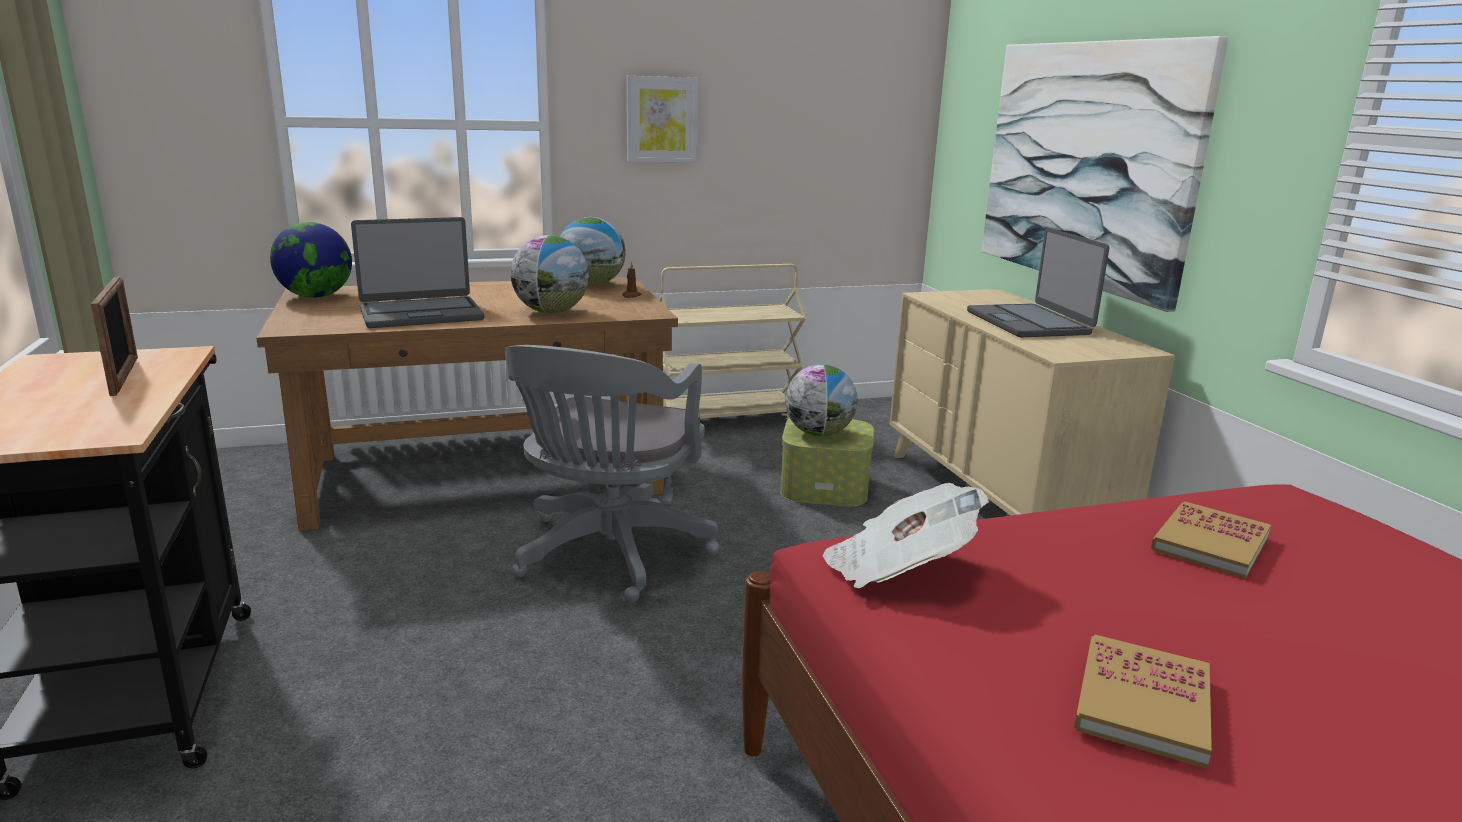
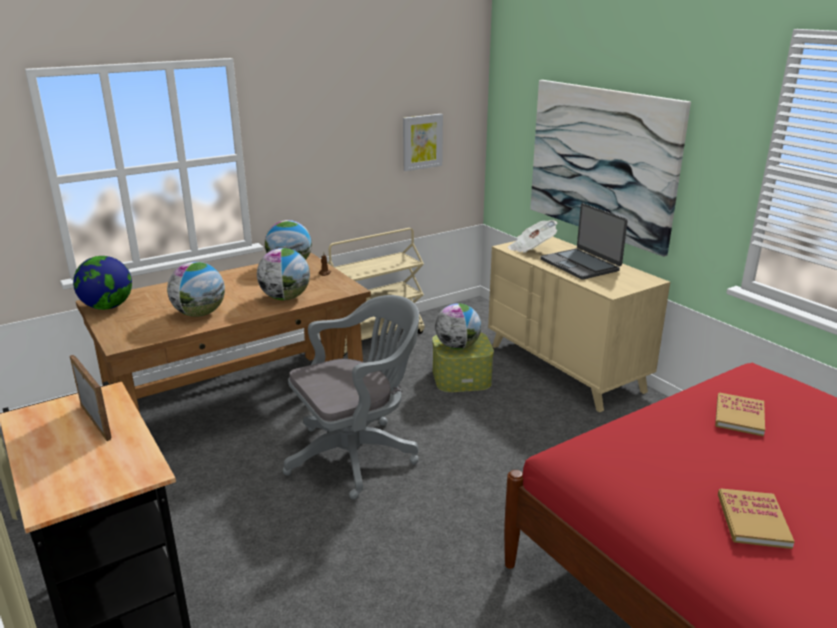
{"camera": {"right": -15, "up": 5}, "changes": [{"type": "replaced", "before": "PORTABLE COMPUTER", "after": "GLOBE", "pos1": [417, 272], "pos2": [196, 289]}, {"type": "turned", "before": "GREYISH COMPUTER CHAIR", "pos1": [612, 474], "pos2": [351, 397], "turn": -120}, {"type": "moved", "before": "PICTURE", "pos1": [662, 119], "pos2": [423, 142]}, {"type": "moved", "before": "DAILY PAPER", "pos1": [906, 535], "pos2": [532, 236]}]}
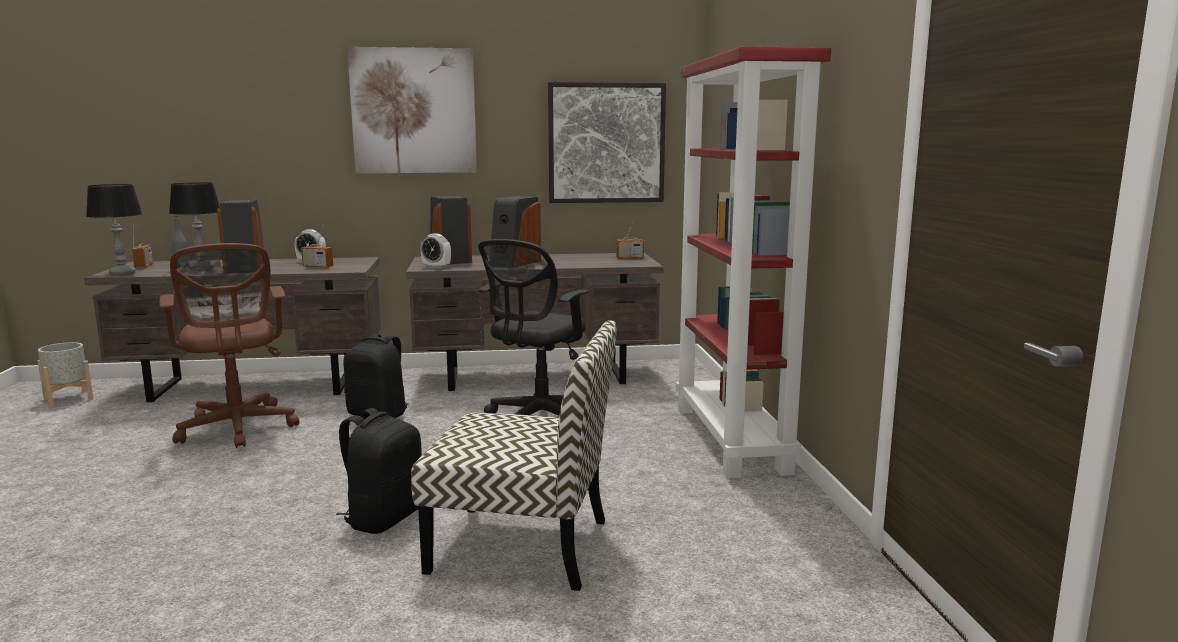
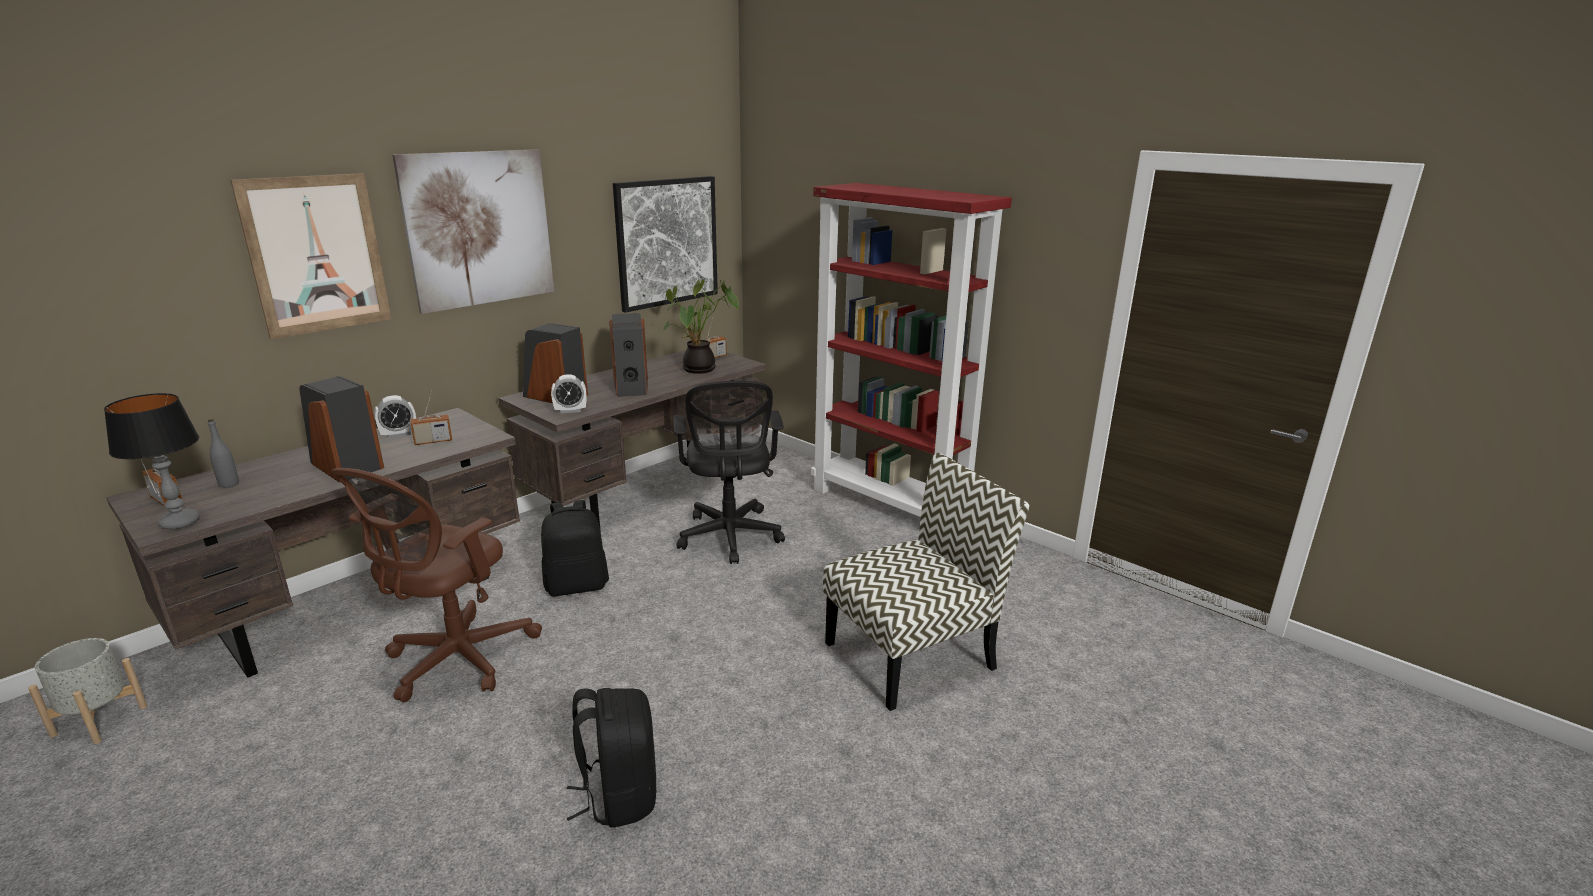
{"camera": {"right": -40, "up": 10}, "changes": [{"type": "turned", "before": "BROWNISH COMPUTER CHAIR", "pos1": [229, 345], "pos2": [436, 585], "turn": 90}, {"type": "removed", "before": "TABLE LAMP", "pos1": [194, 226]}, {"type": "moved", "before": "BLACKISH RUCKSACK", "pos1": [379, 471], "pos2": [612, 758]}, {"type": "added", "after": "PICTURE", "pos2": [310, 256]}, {"type": "added", "after": "POTTED PLANT", "pos2": [701, 326]}]}
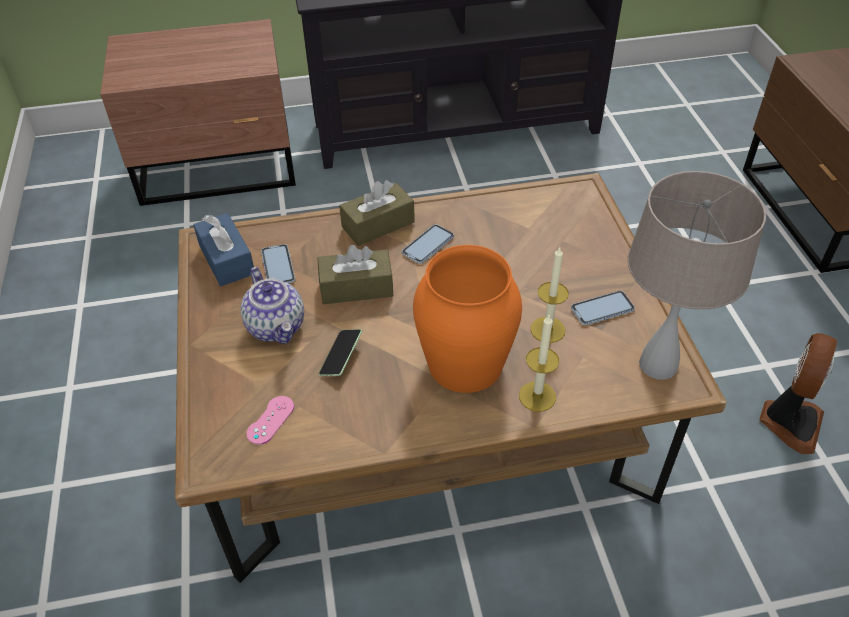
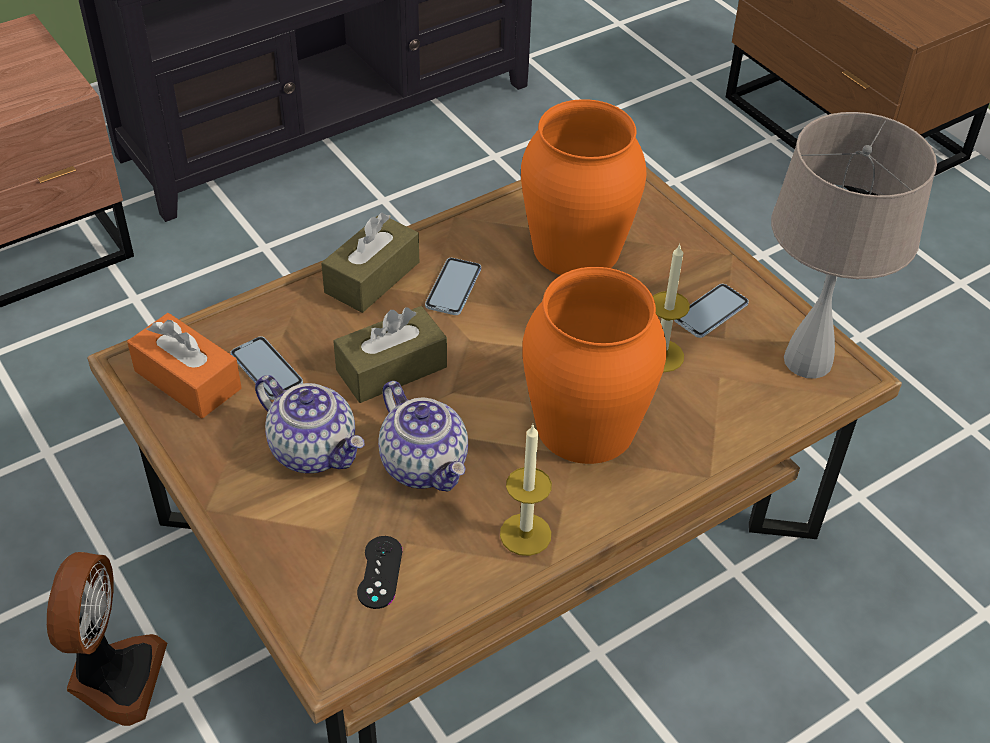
{"camera": {"right": -25, "up": 0}, "changes": [{"type": "recoloured", "before": "BLUISH TISSUE BOX", "after": "ORANGEY TISSUE BOX", "pos1": [223, 249], "pos2": [184, 365]}, {"type": "recoloured", "before": "PINKISH GAMEPAD", "after": "BLACKISH GAMEPAD", "pos1": [270, 420], "pos2": [379, 572]}, {"type": "replaced", "before": "PHONE", "after": "POT FOR TEA", "pos1": [340, 352], "pos2": [423, 436]}, {"type": "moved", "before": "CANDLE", "pos1": [539, 363], "pos2": [526, 490]}, {"type": "moved", "before": "ELECTRIC FAN", "pos1": [798, 393], "pos2": [107, 639]}, {"type": "added", "after": "ORANGEY DECORATIVE VASE", "pos2": [583, 187]}]}
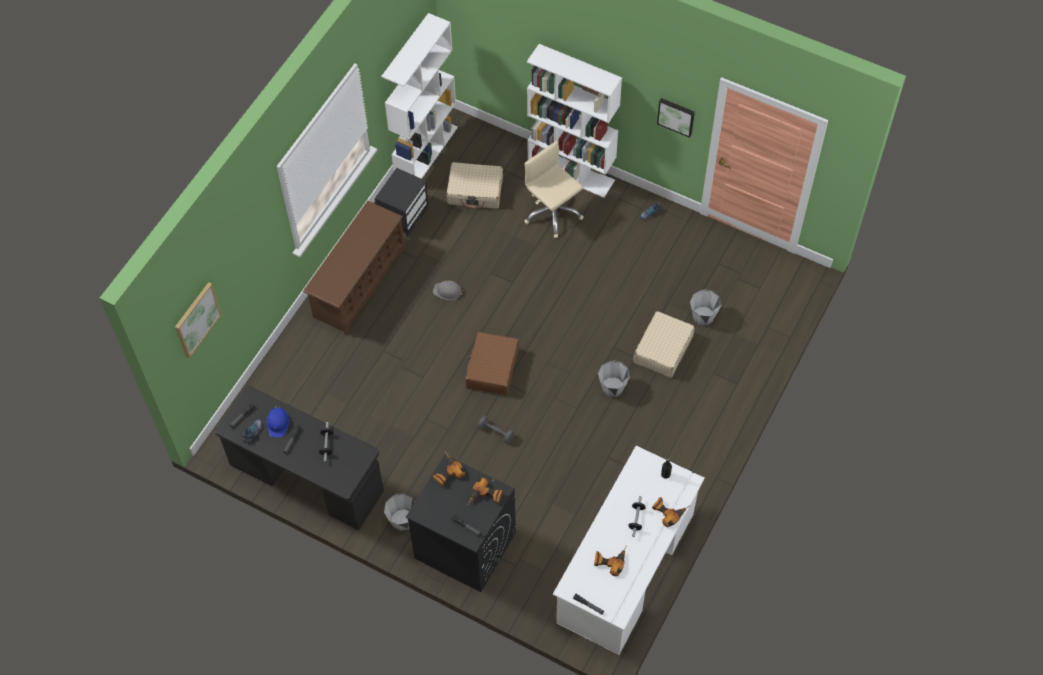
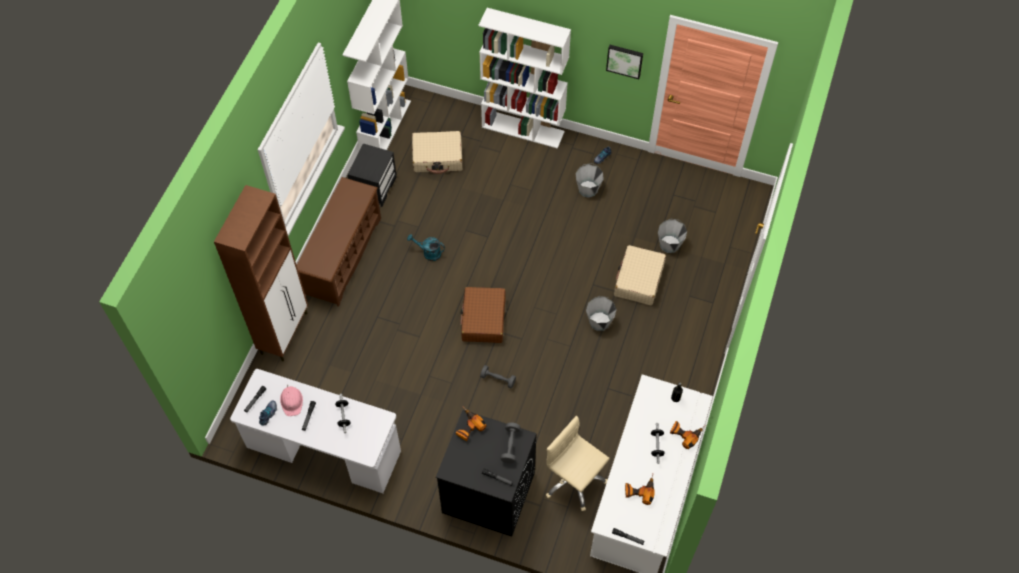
{"camera": {"right": -10, "up": 0}, "changes": [{"type": "removed", "before": "PICTURE", "pos1": [198, 320]}, {"type": "recoloured", "before": "BLACKISH DESK UNIT", "after": "WHITISH DESK UNIT", "pos1": [299, 458], "pos2": [315, 431]}, {"type": "recoloured", "before": "BLUISH SAFETY HELMET", "after": "PINKISH SAFETY HELMET", "pos1": [278, 422], "pos2": [291, 400]}, {"type": "moved", "before": "GREYISH WATER BUCKET", "pos1": [399, 512], "pos2": [590, 180]}, {"type": "replaced", "before": "GREYISH SAFETY HELMET", "after": "BLUE-GREEN SPRINKLING CAN", "pos1": [448, 290], "pos2": [426, 247]}, {"type": "replaced", "before": "ELECTRIC DRILL", "after": "GREYISH FREE WEIGHT", "pos1": [484, 492], "pos2": [510, 442]}, {"type": "moved", "before": "BEIGE COMPUTER CHAIR", "pos1": [554, 189], "pos2": [578, 463]}, {"type": "added", "after": "BROWNISH CABINET", "pos2": [261, 273]}]}
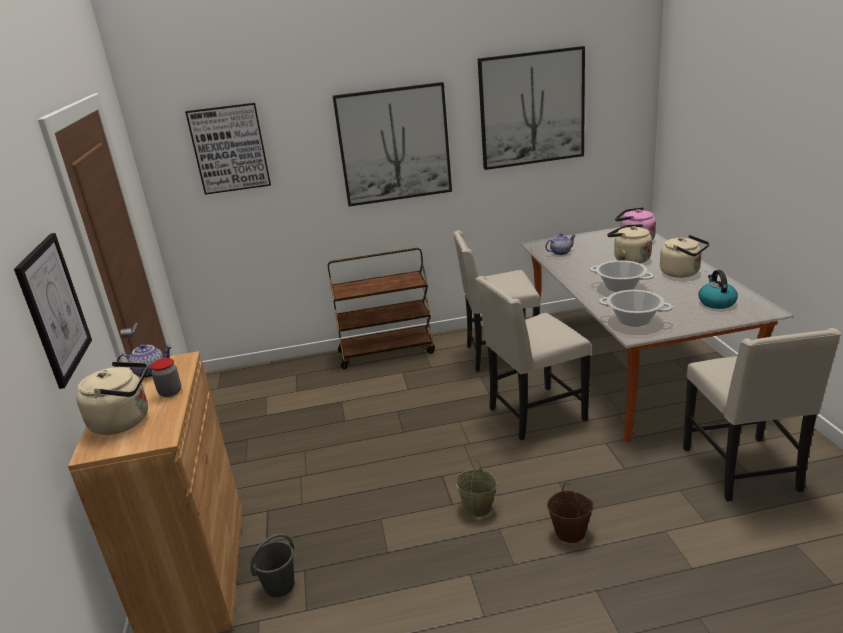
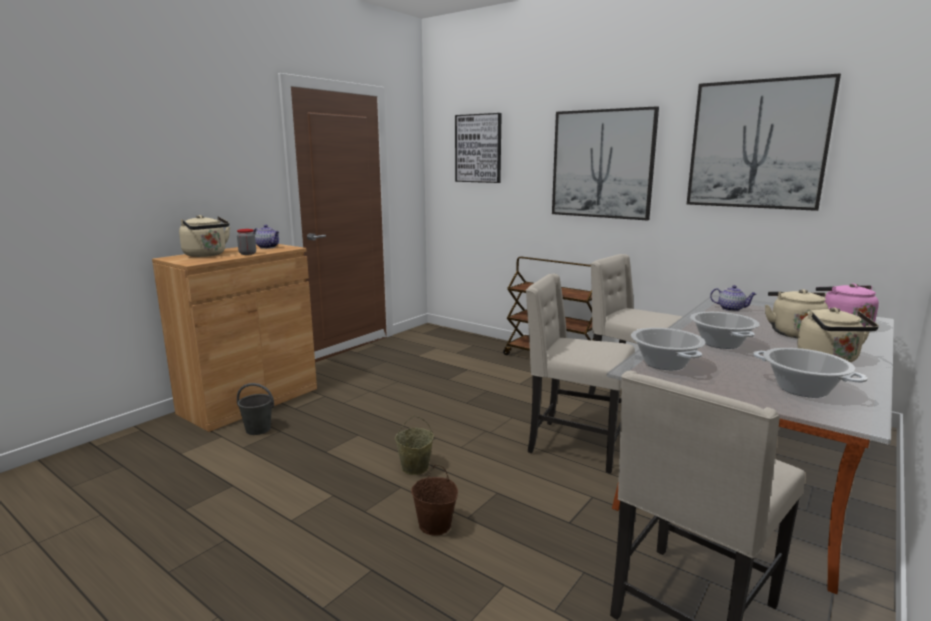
{"camera": {"right": 45, "up": -10}, "changes": [{"type": "removed", "before": "PICTURE", "pos1": [53, 311]}, {"type": "replaced", "before": "TEA KETTLE", "after": "STOCKPOT", "pos1": [718, 289], "pos2": [810, 373]}]}
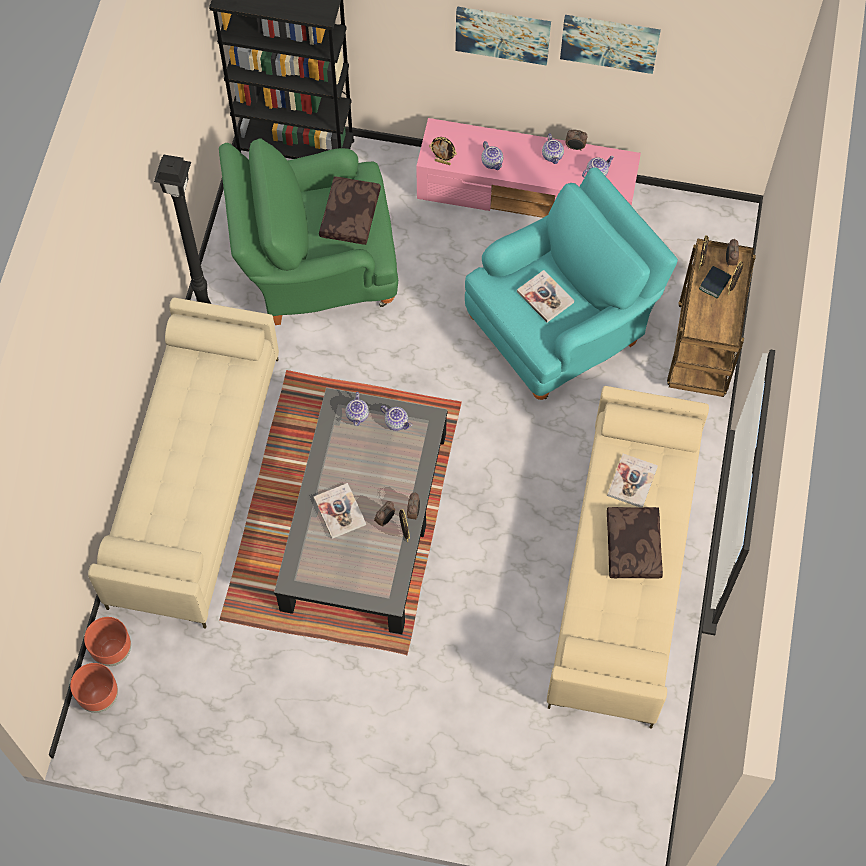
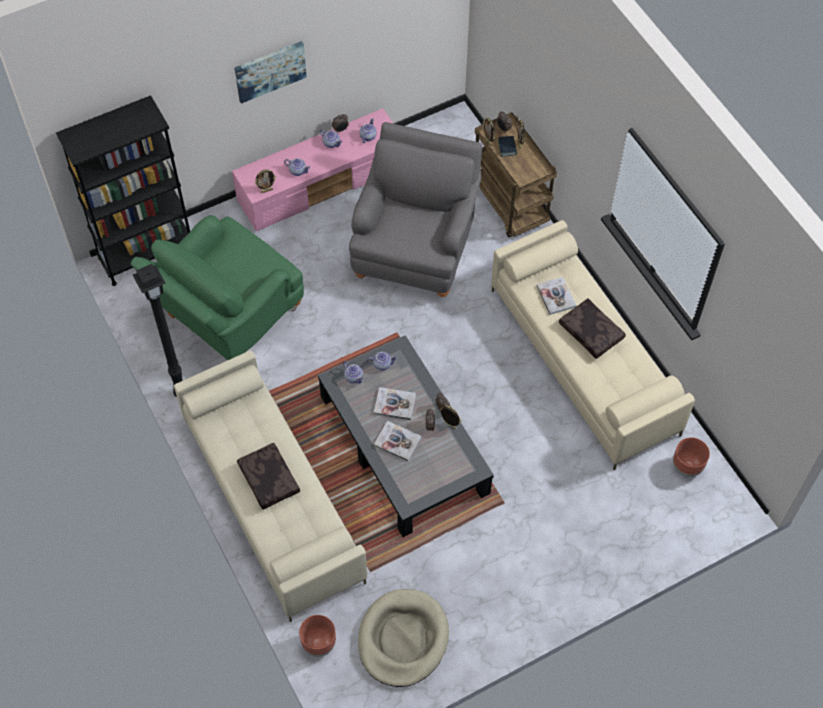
{"camera": {"right": -40, "up": -5}, "changes": [{"type": "moved", "before": "BROWNISH PLANTER", "pos1": [94, 688], "pos2": [691, 457]}, {"type": "moved", "before": "BROWNISH PILLOW", "pos1": [350, 210], "pos2": [268, 476]}, {"type": "recoloured", "before": "BLUE-GREEN EASY CHAIR", "after": "GREYISH EASY CHAIR", "pos1": [571, 284], "pos2": [415, 209]}, {"type": "moved", "before": "VOLUME", "pos1": [545, 296], "pos2": [395, 403]}, {"type": "removed", "before": "PICTURE", "pos1": [610, 44]}, {"type": "added", "after": "BEIGE PET BED", "pos2": [403, 638]}]}
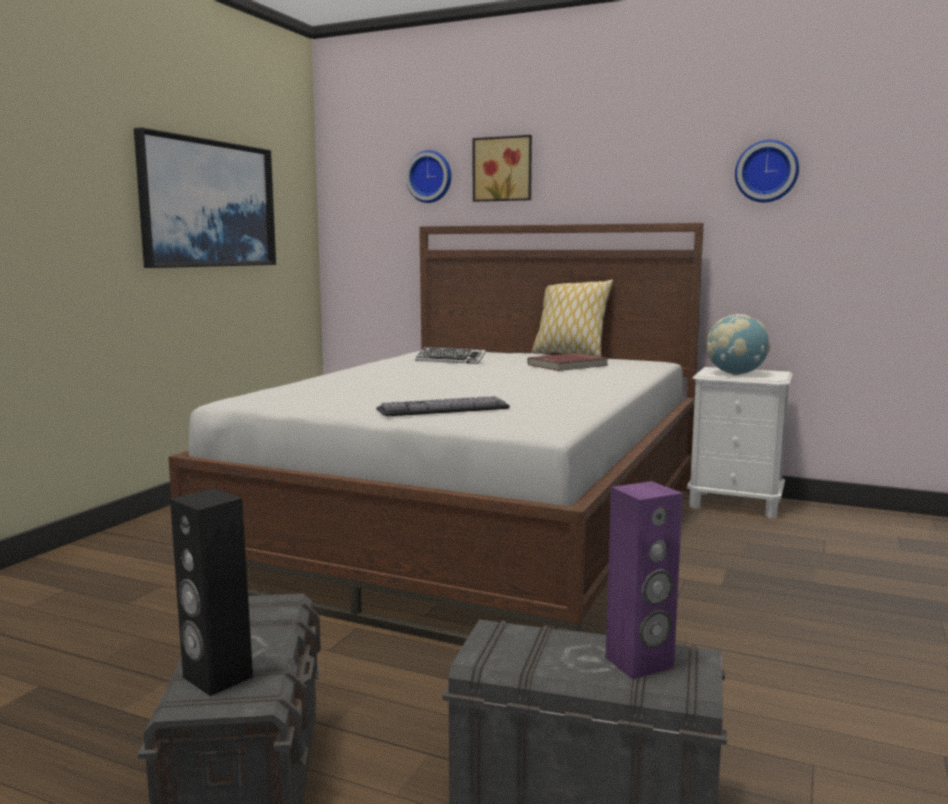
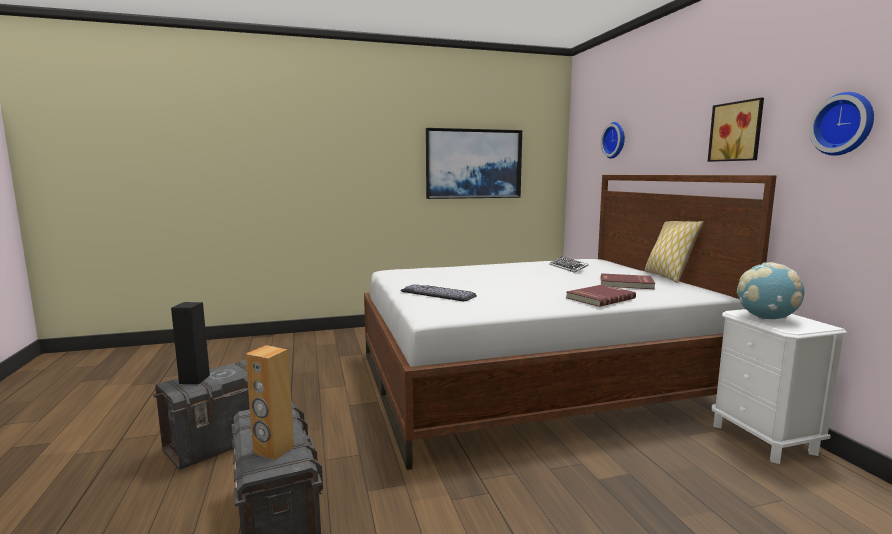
{"camera": {"right": 50, "up": 0}, "changes": [{"type": "moved", "before": "PICTURE", "pos1": [502, 168], "pos2": [736, 130]}, {"type": "recoloured", "before": "PURPLE-COLOURED SPEAKER", "after": "BROWNISH SPEAKER", "pos1": [644, 580], "pos2": [269, 402]}, {"type": "added", "after": "RED VOLUME", "pos2": [601, 296]}]}
